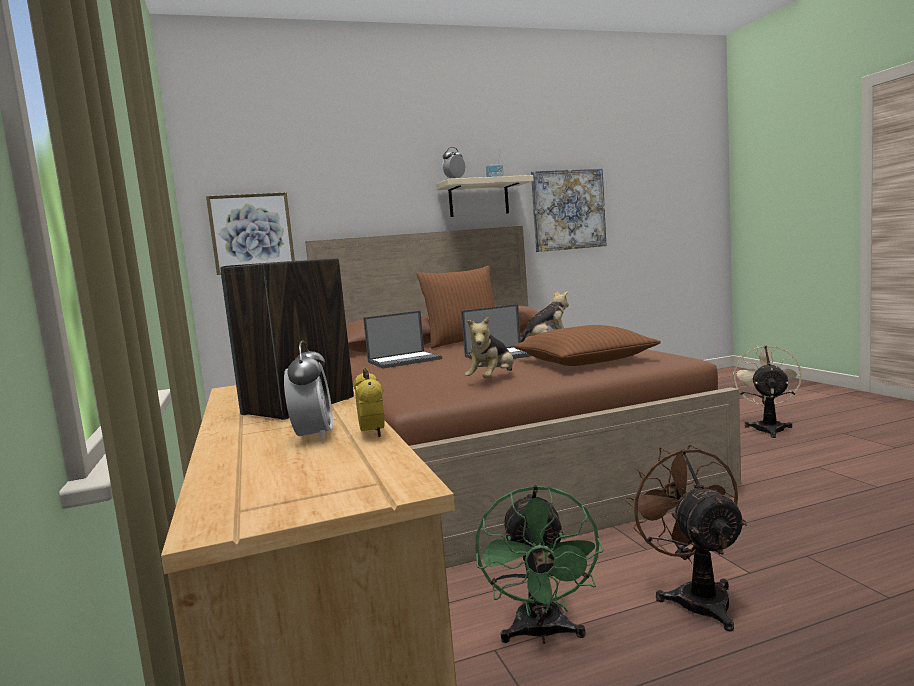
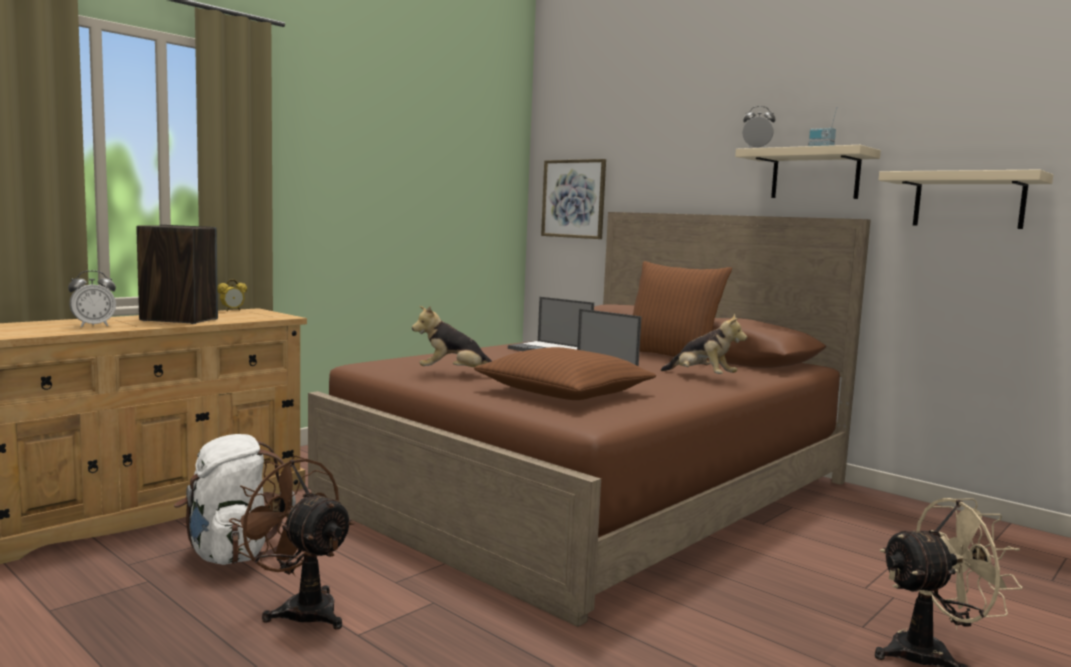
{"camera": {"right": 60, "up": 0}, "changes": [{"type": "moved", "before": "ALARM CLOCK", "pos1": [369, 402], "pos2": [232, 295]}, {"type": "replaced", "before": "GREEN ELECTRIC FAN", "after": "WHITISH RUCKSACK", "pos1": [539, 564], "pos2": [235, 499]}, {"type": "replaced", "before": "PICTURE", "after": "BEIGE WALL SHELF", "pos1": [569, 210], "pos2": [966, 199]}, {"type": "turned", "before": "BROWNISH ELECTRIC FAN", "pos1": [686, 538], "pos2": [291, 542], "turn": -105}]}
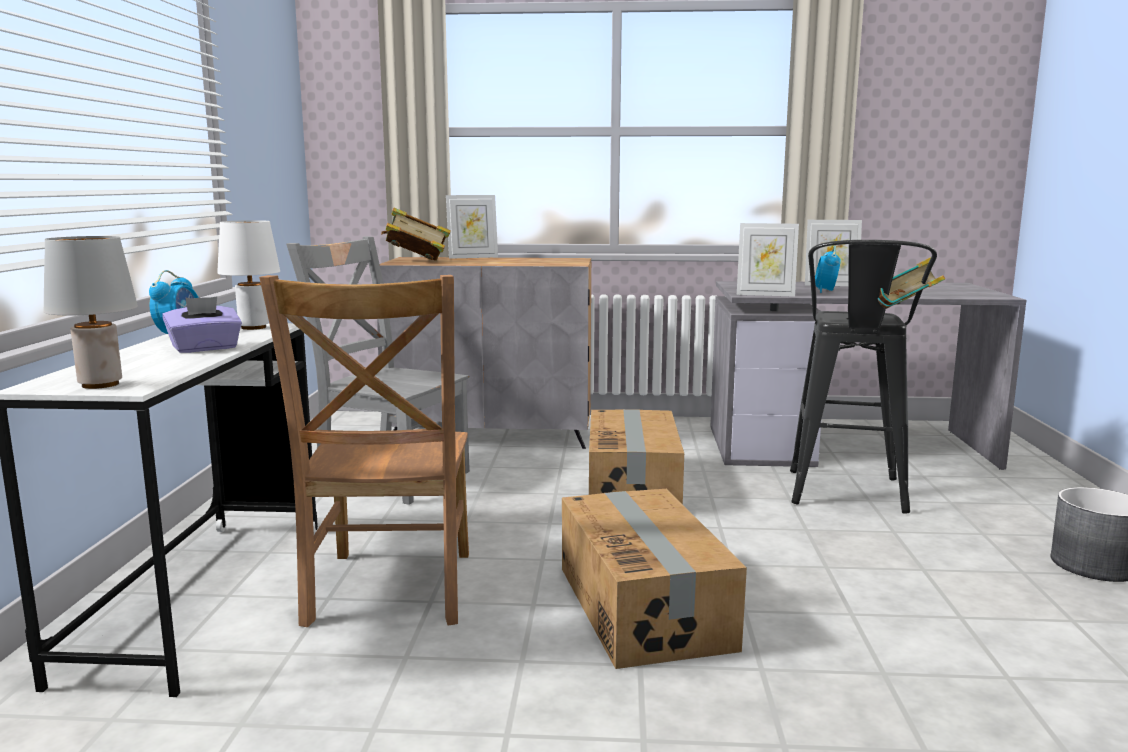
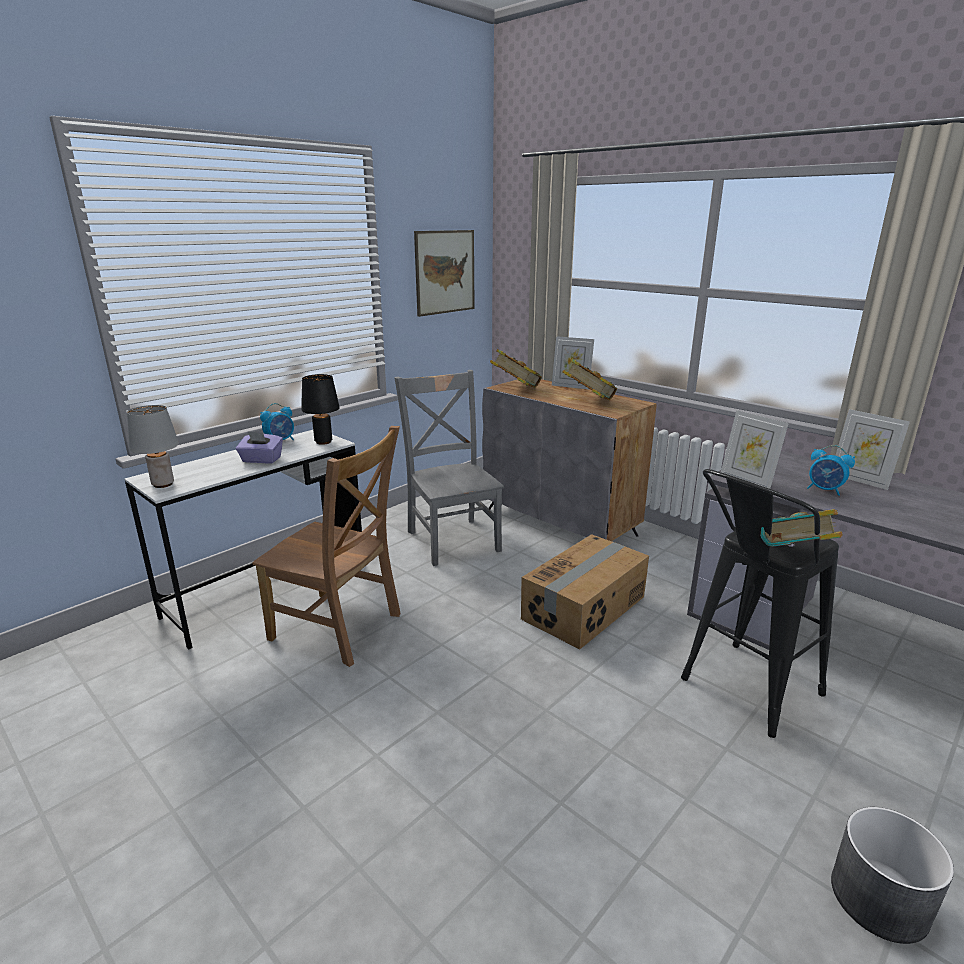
{"camera": {"right": 40, "up": 10}, "changes": [{"type": "recoloured", "before": "WHITISH TABLE LAMP", "after": "BLACKISH TABLE LAMP", "pos1": [248, 275], "pos2": [320, 409]}, {"type": "turned", "before": "BROWNISH UPRIGHT CHAIR", "pos1": [364, 451], "pos2": [326, 546], "turn": -105}, {"type": "removed", "before": "CARDBOARD BOX", "pos1": [654, 579]}, {"type": "turned", "before": "ALARM CLOCK", "pos1": [828, 269], "pos2": [831, 470], "turn": -105}, {"type": "added", "after": "PICTURE", "pos2": [444, 273]}, {"type": "added", "after": "VOLUME", "pos2": [590, 379]}]}
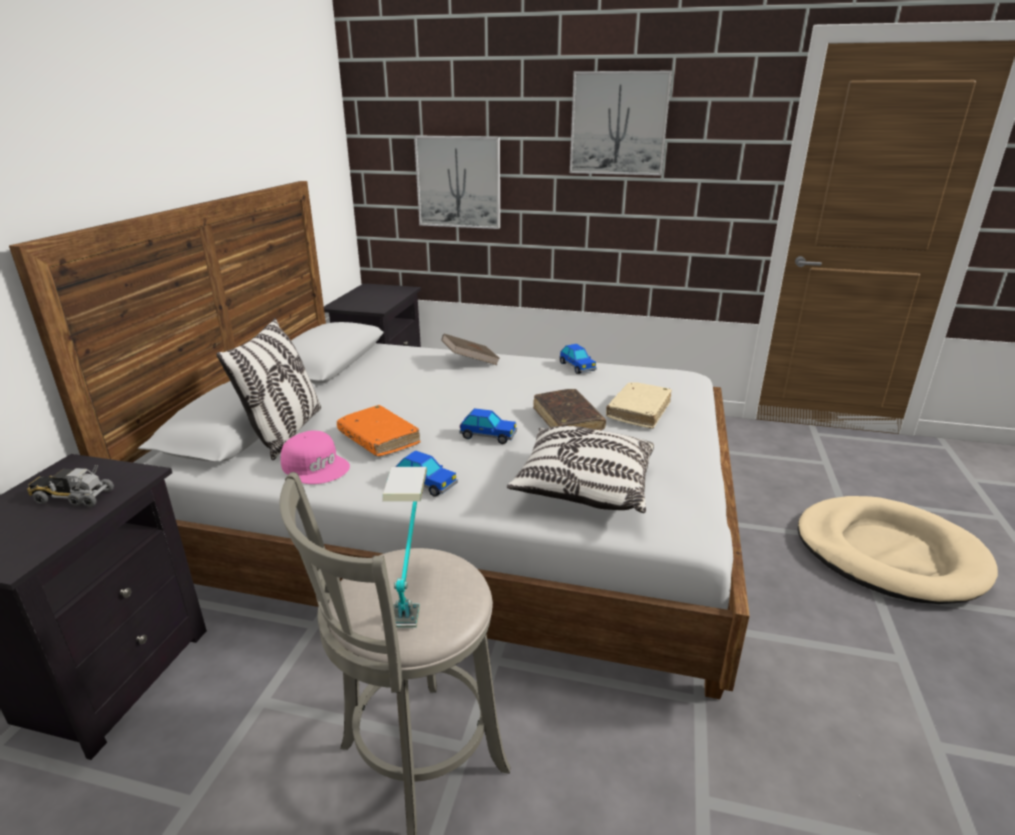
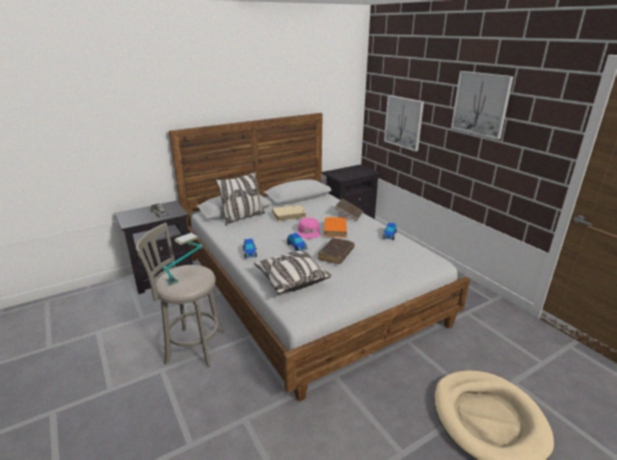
{"camera": {"right": 45, "up": 0}, "changes": [{"type": "moved", "before": "PINKISH PEAKED CAP", "pos1": [315, 457], "pos2": [309, 228]}, {"type": "moved", "before": "ORANGEY VOLUME", "pos1": [379, 430], "pos2": [335, 227]}, {"type": "moved", "before": "BEIGE VOLUME", "pos1": [639, 405], "pos2": [289, 213]}]}
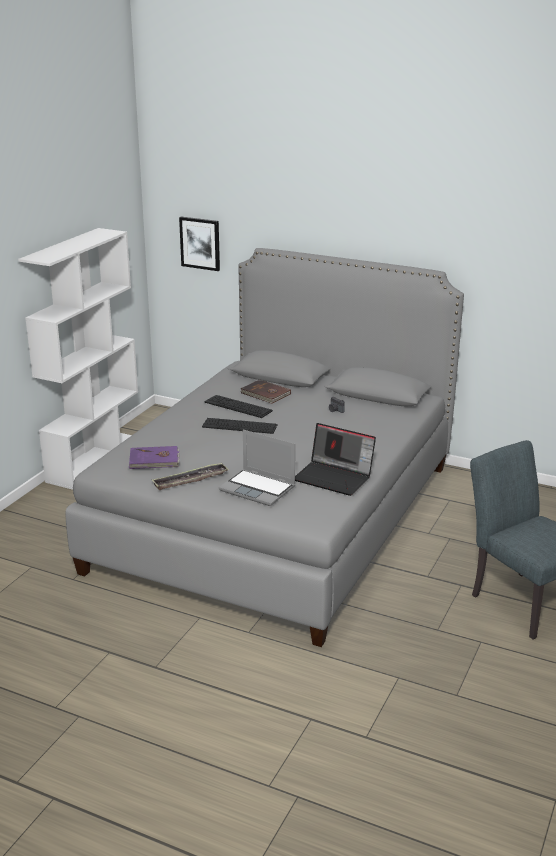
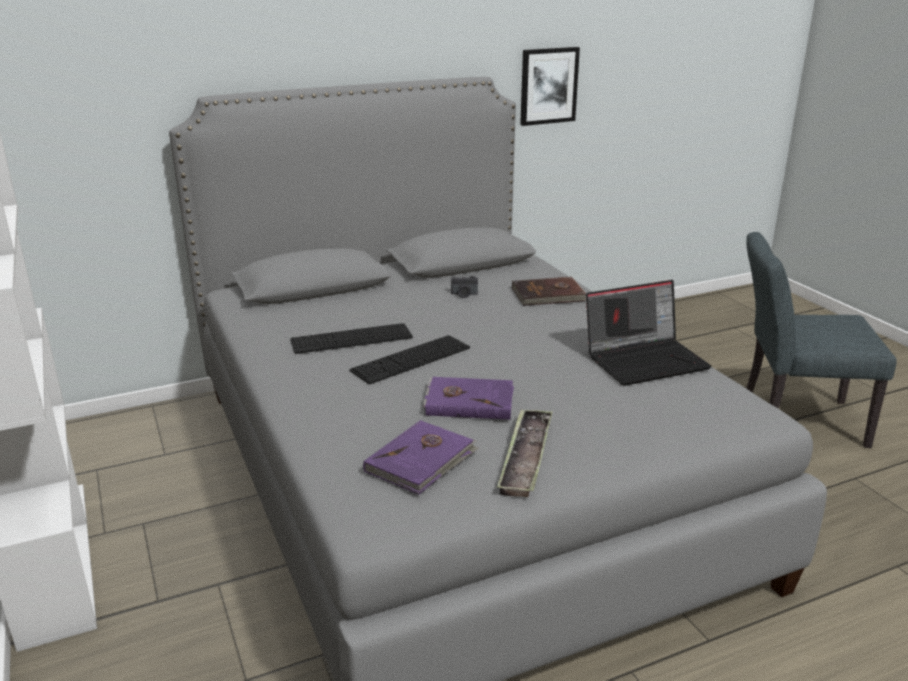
{"camera": {"right": -50, "up": 0}, "changes": [{"type": "moved", "before": "PICTURE", "pos1": [199, 244], "pos2": [550, 86]}, {"type": "removed", "before": "PORTABLE COMPUTER", "pos1": [257, 468]}, {"type": "moved", "before": "BROWNISH VOLUME", "pos1": [265, 391], "pos2": [549, 291]}, {"type": "added", "after": "PURPLE-COLOURED VOLUME", "pos2": [468, 398]}]}
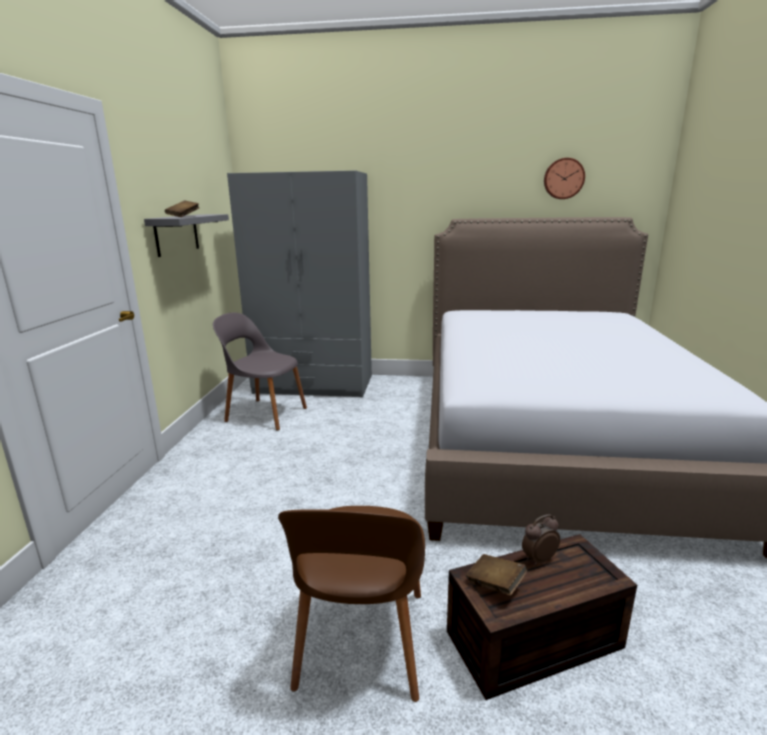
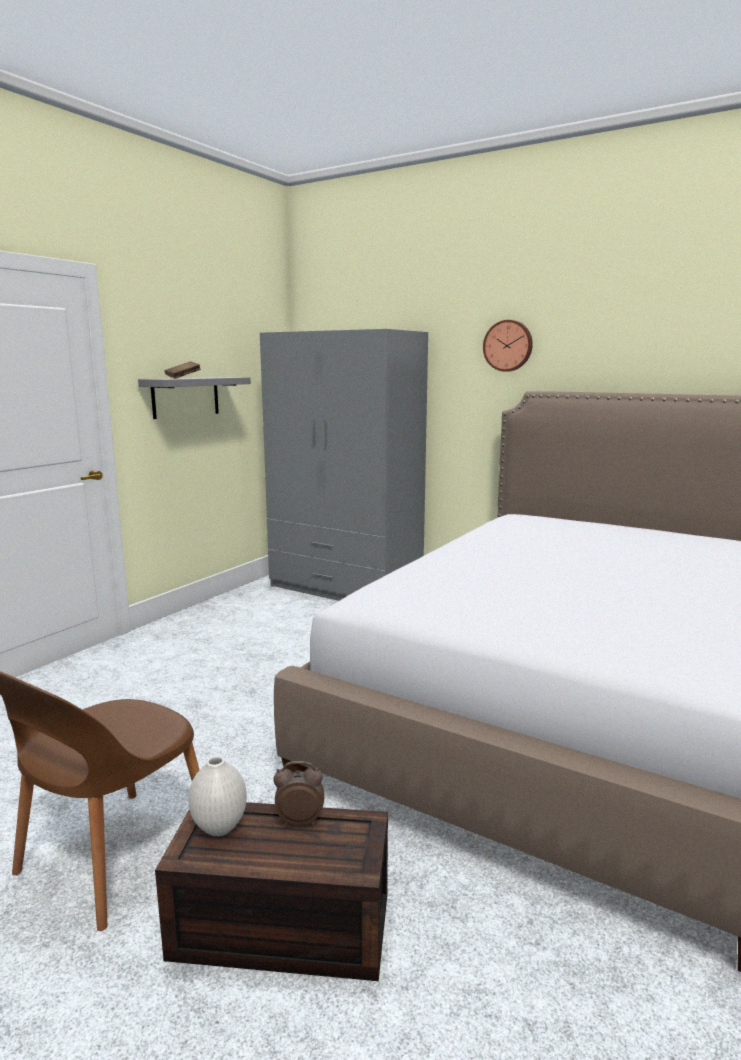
{"camera": {"right": 25, "up": -5}, "changes": [{"type": "removed", "before": "GREYISH UPRIGHT CHAIR", "pos1": [260, 371]}, {"type": "replaced", "before": "BROWNISH VOLUME", "after": "WHITISH DECORATIVE VASE", "pos1": [496, 575], "pos2": [218, 796]}, {"type": "moved", "before": "HANGING CLOCK", "pos1": [564, 178], "pos2": [508, 346]}]}
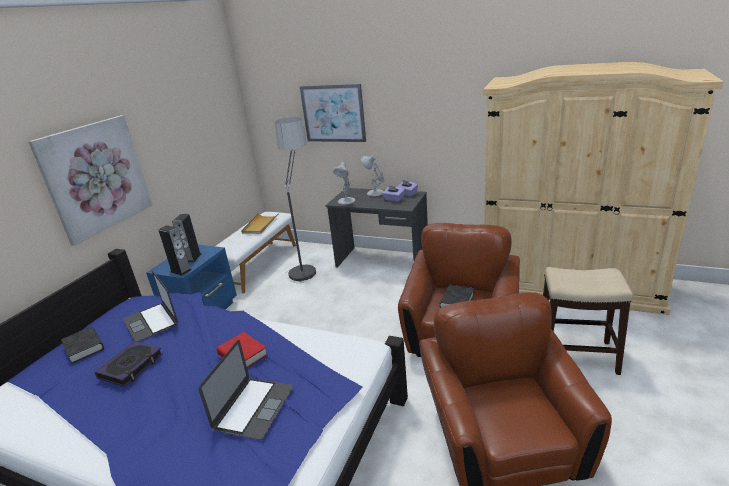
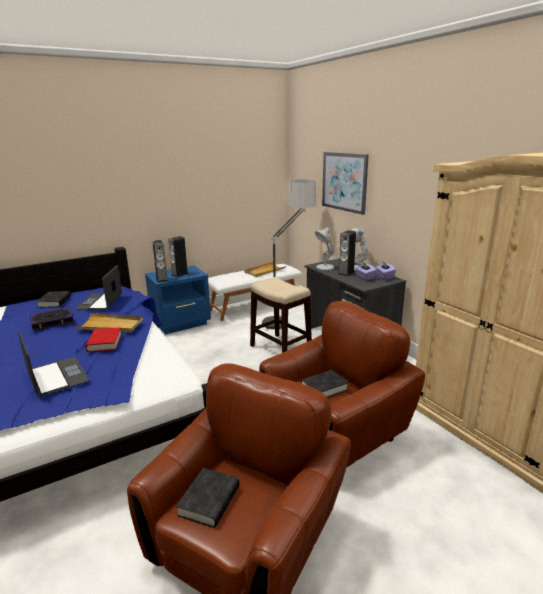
{"camera": {"right": 35, "up": -5}, "changes": [{"type": "removed", "before": "PICTURE", "pos1": [90, 180]}, {"type": "turned", "before": "PORTABLE COMPUTER", "pos1": [245, 390], "pos2": [53, 363], "turn": -90}, {"type": "moved", "before": "STOOL SEAT", "pos1": [588, 321], "pos2": [281, 315]}, {"type": "added", "after": "BEIGE CARRYING TRAY", "pos2": [108, 323]}, {"type": "added", "after": "BLACKISH VOLUME", "pos2": [208, 498]}, {"type": "added", "after": "SPEAKER", "pos2": [347, 253]}]}
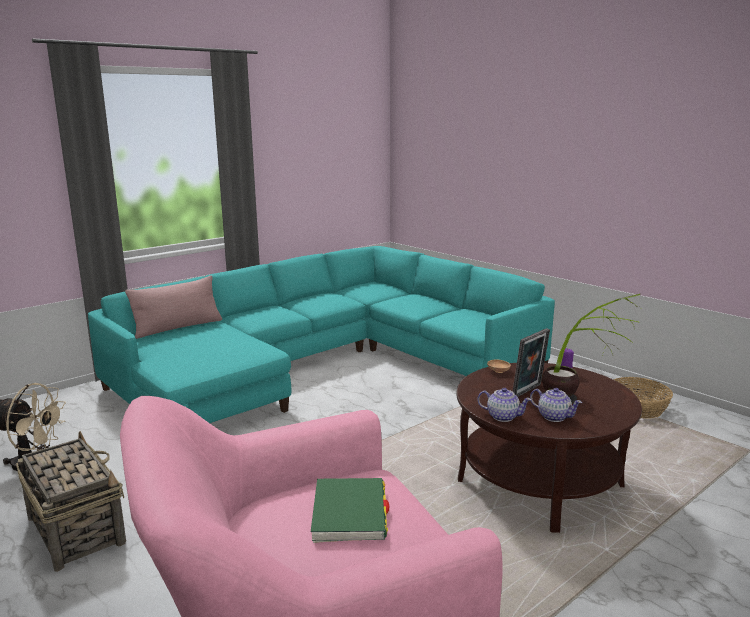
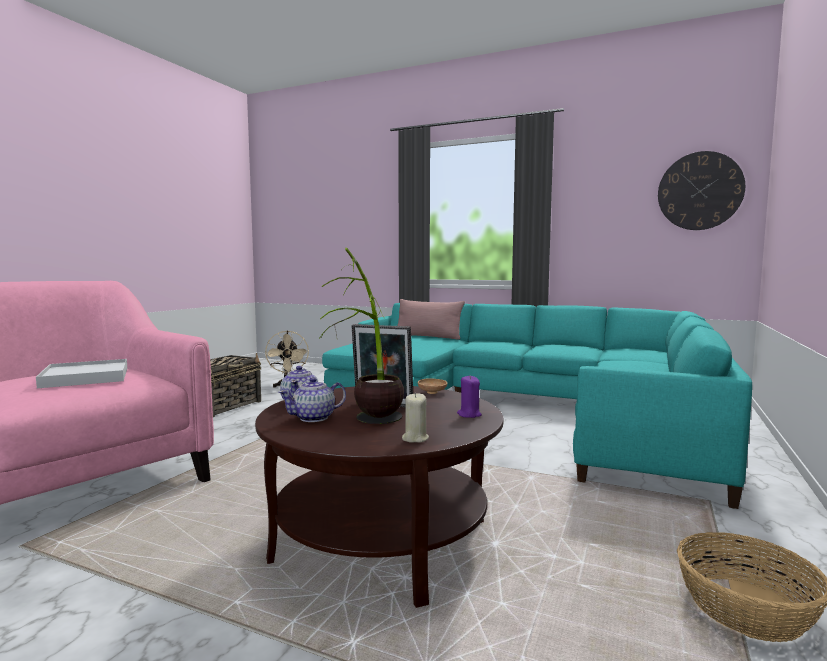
{"camera": {"right": 65, "up": -10}, "changes": [{"type": "replaced", "before": "GREEN VOLUME", "after": "WHITISH CARRYING TRAY", "pos1": [350, 510], "pos2": [81, 373]}, {"type": "turned", "before": "POT FOR TEA", "pos1": [556, 405], "pos2": [312, 399], "turn": 45}, {"type": "added", "after": "BEIGE CANDLE", "pos2": [415, 418]}, {"type": "added", "after": "HANGING CLOCK", "pos2": [701, 190]}]}
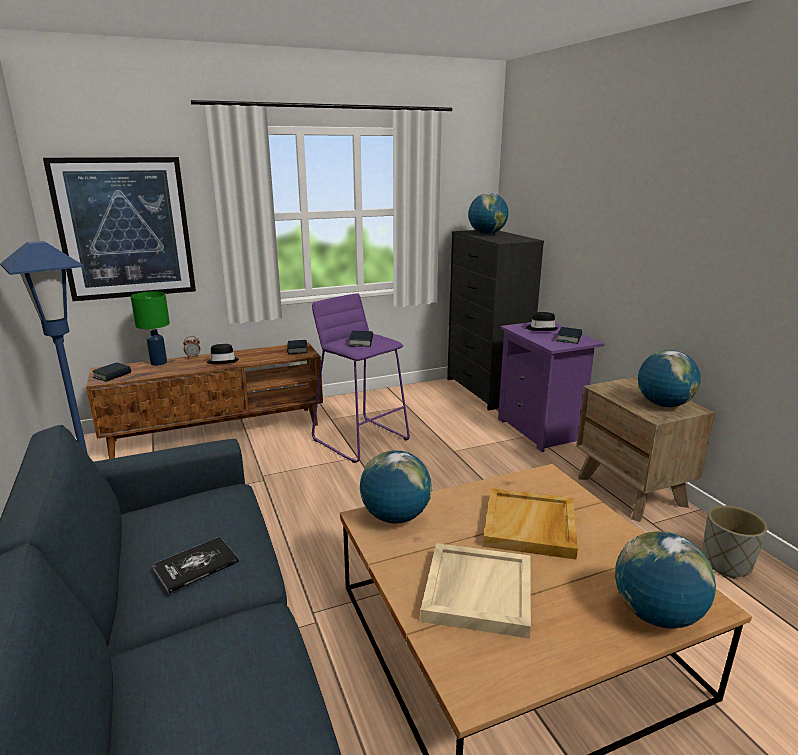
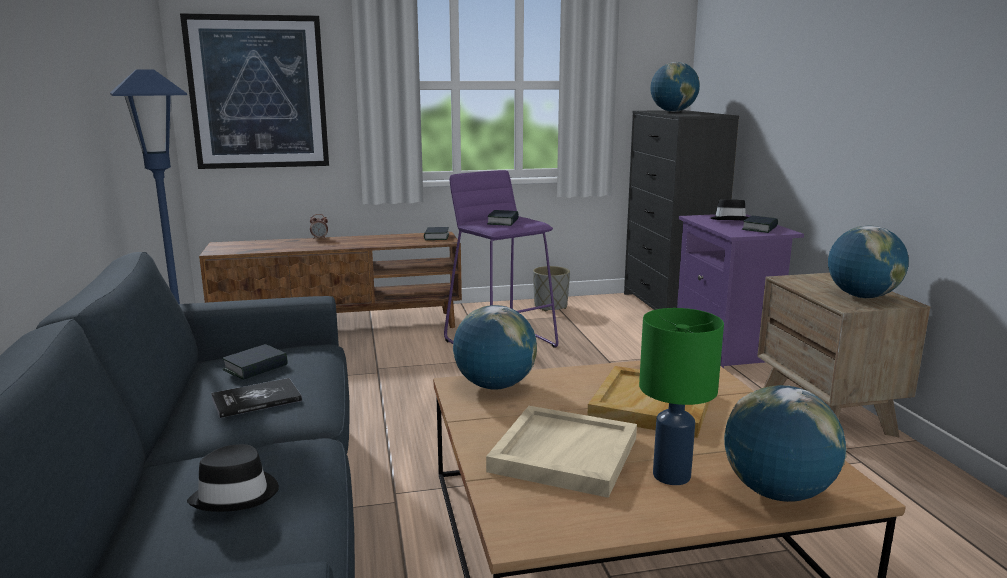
{"camera": {"right": 10, "up": -5}, "changes": [{"type": "moved", "before": "VOLUME", "pos1": [111, 372], "pos2": [255, 362]}, {"type": "moved", "before": "GREEN TABLE LAMP", "pos1": [150, 328], "pos2": [681, 396]}, {"type": "moved", "before": "BLACKISH CLOTHING HAT", "pos1": [223, 354], "pos2": [233, 478]}, {"type": "moved", "before": "GREYISH PLANTER", "pos1": [734, 541], "pos2": [551, 288]}]}
